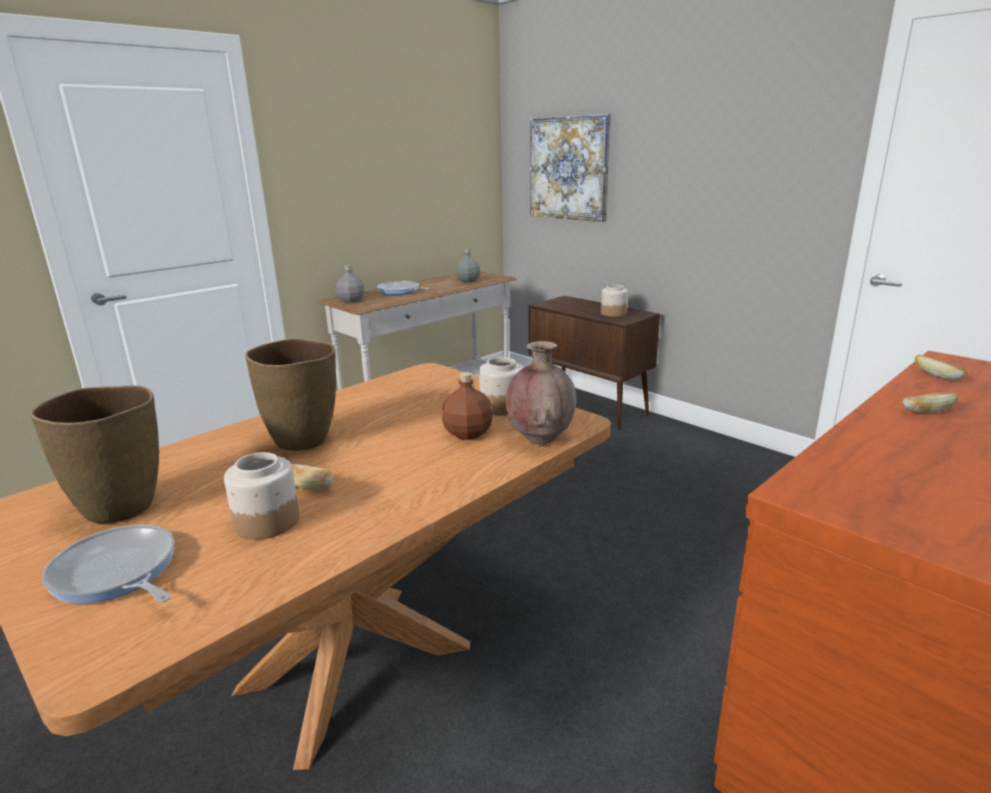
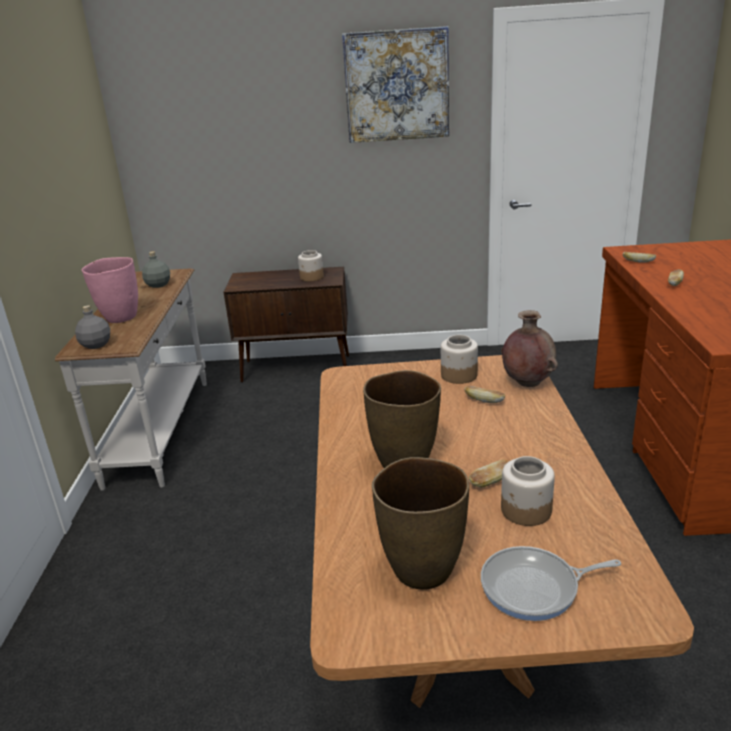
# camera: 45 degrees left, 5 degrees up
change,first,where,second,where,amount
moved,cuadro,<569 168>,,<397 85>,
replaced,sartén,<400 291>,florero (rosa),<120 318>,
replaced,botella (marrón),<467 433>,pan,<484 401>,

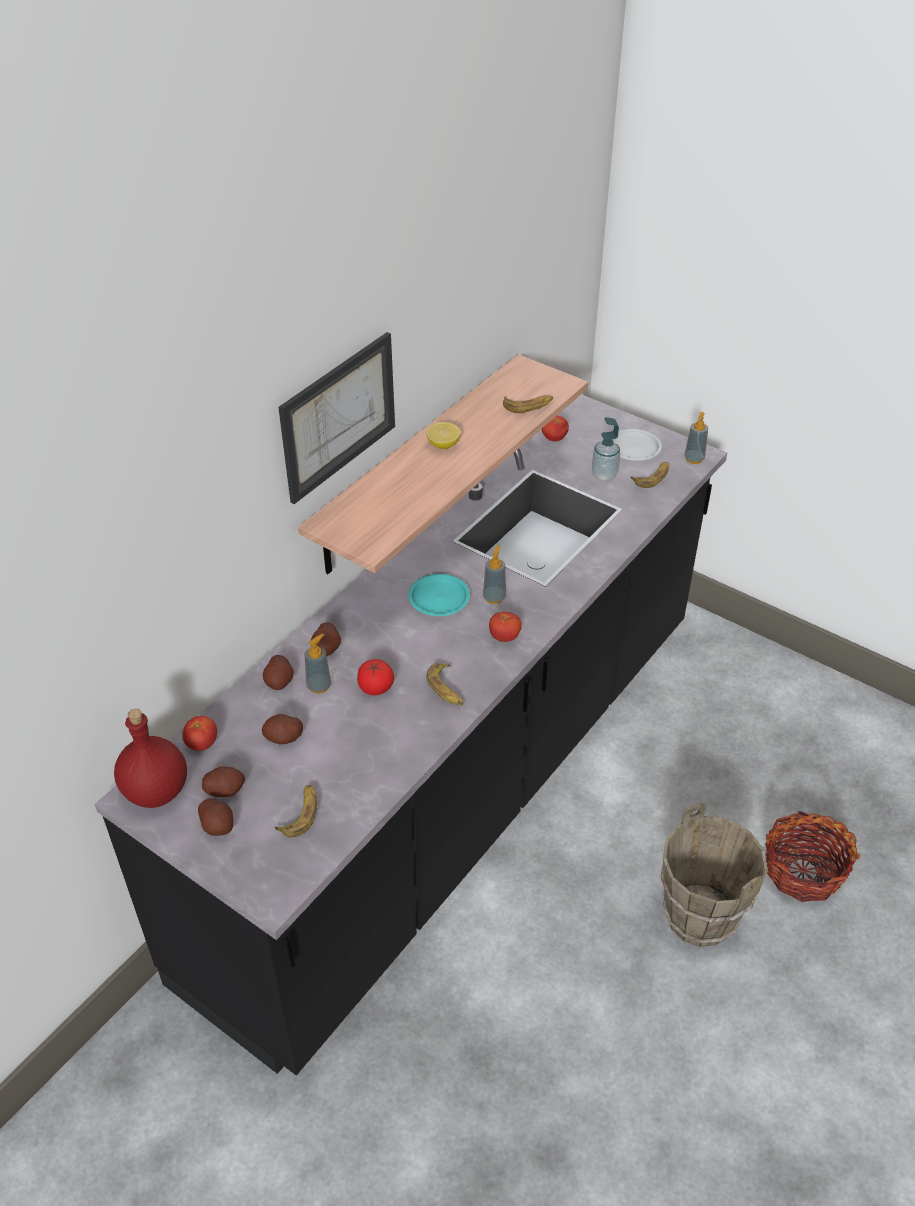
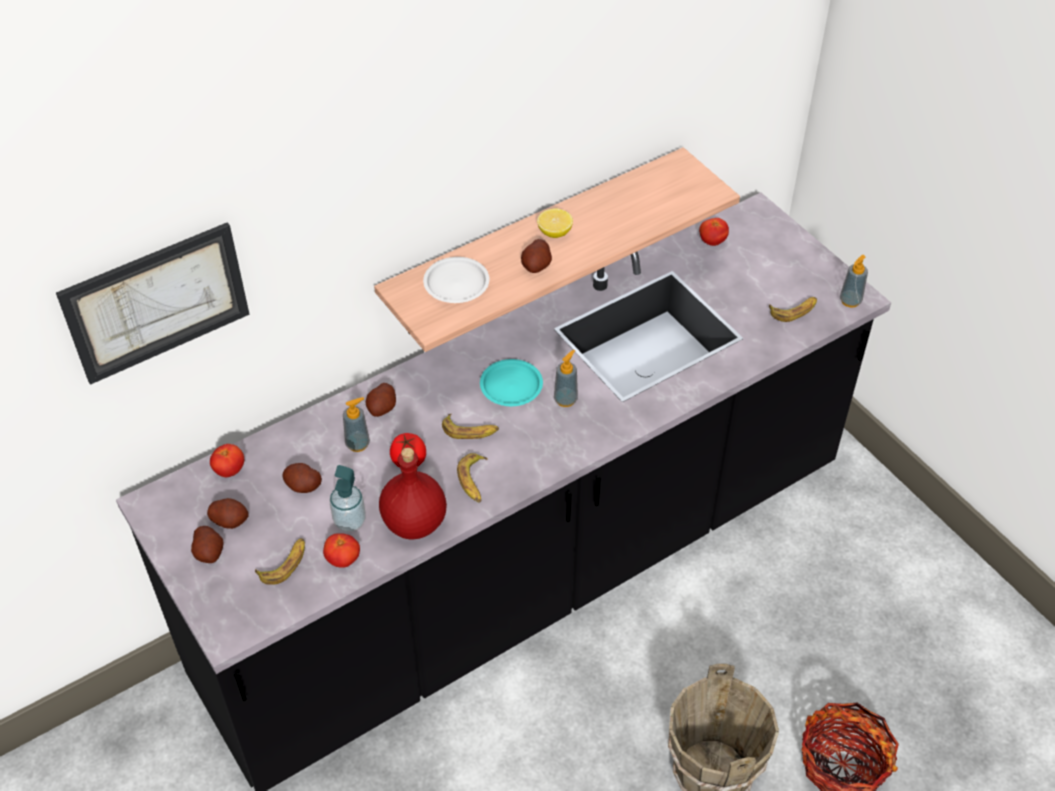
# camera: 20 degrees right, 5 degrees up
change,first,where,second,where,amount
moved,botella (rojo),<157 790>,,<415 523>,
moved,patata,<279 681>,,<536 265>,
moved,cuadro,<338 416>,,<156 302>,
moved,tomate,<504 637>,,<343 560>,
moved,plátano,<528 406>,,<470 431>,
moved,dispensador de jabón,<604 474>,,<350 521>,
moved,plato (blanco),<634 448>,,<456 284>,

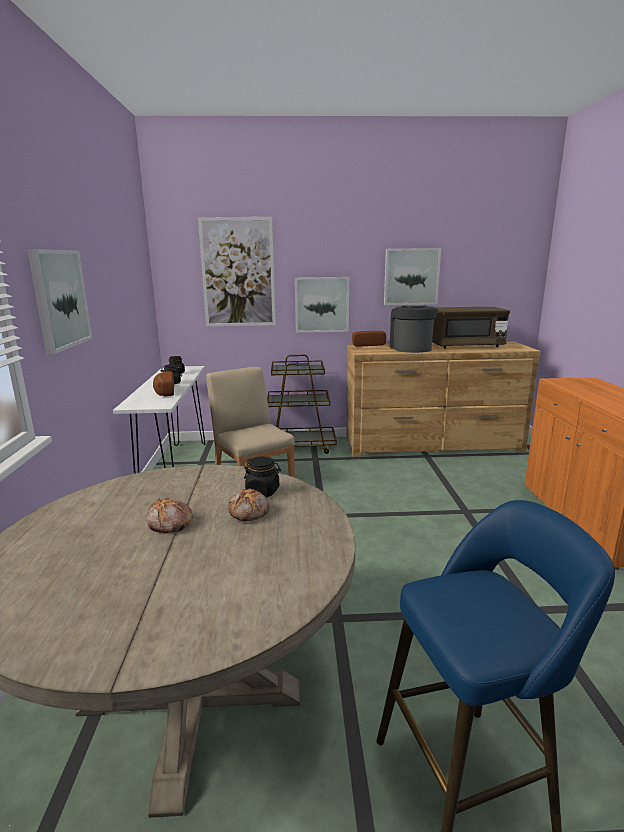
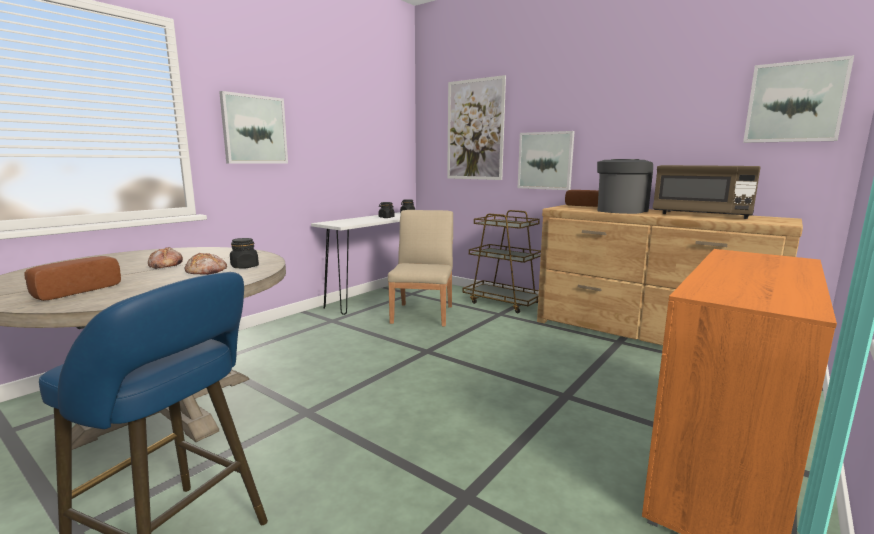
# camera: 40 degrees right, 5 degrees down
change,first,where,second,where,amount
moved,pan,<164 392>,,<74 291>,
moved,cuadro,<411 276>,,<794 102>,

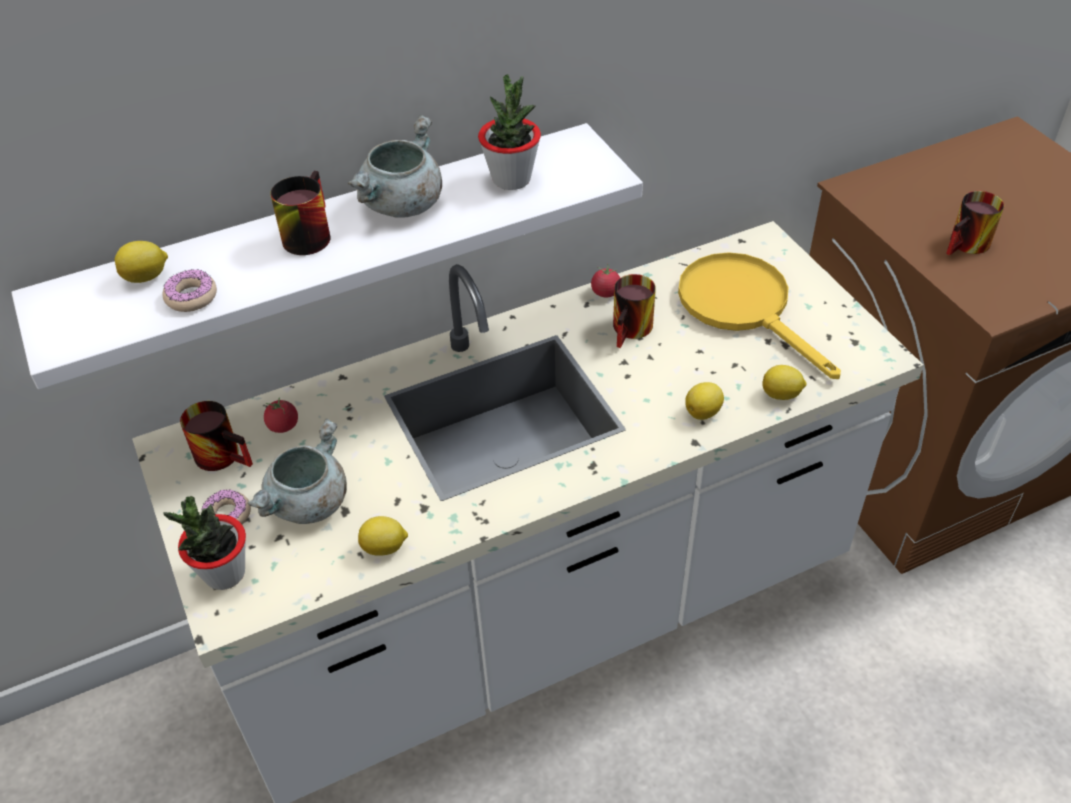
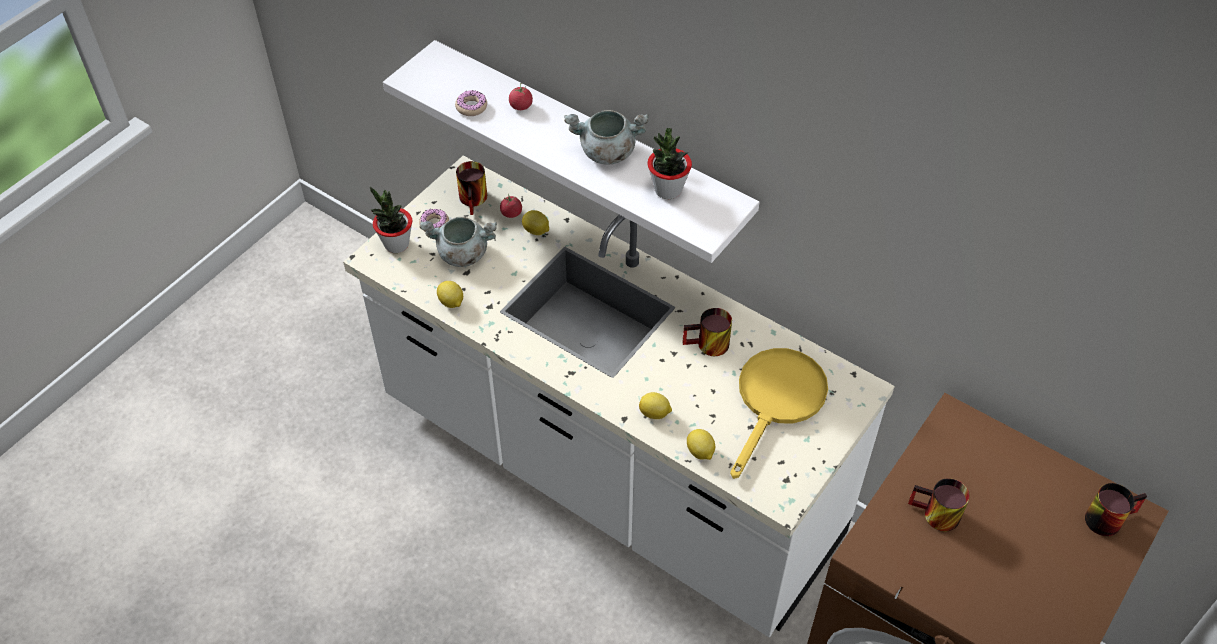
# camera: 60 degrees right, 5 degrees up
change,first,where,second,where,amount
moved,limón,<147 277>,,<536 231>,
moved,taza grande,<305 233>,,<1107 516>,
moved,tomate,<605 292>,,<521 106>,

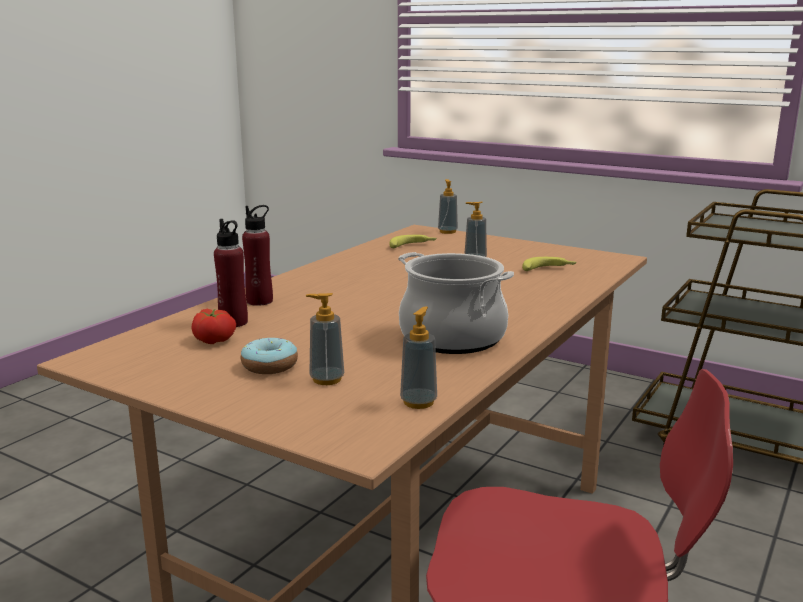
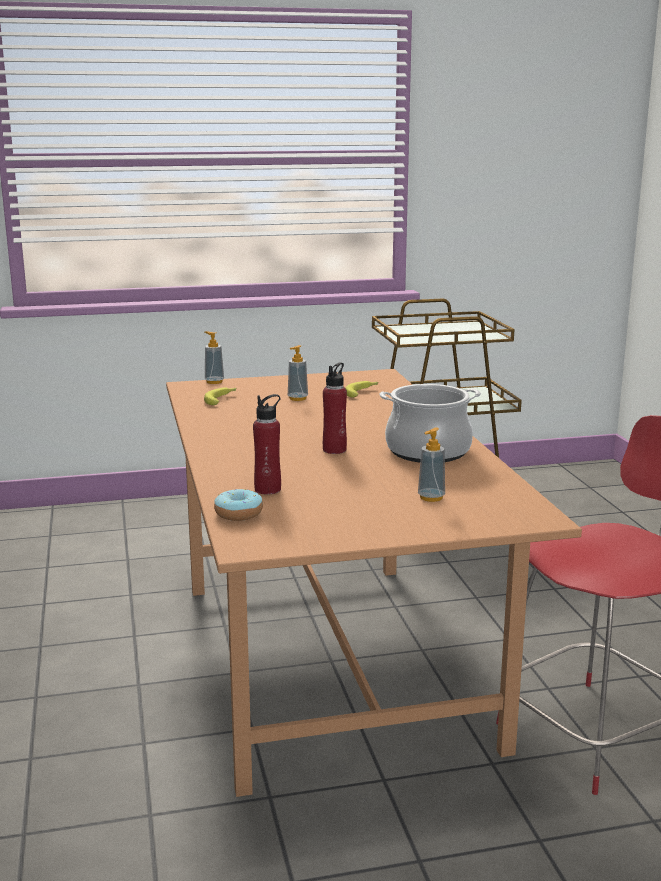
# camera: 45 degrees left, 0 degrees up
change,first,where,second,where,amount
removed,tomate,<214 340>,,,
removed,dispensador de jabón,<418 402>,,,
moved,rosquilla,<269 366>,,<238 514>,
moved,botella (rojo),<259 301>,,<334 450>,

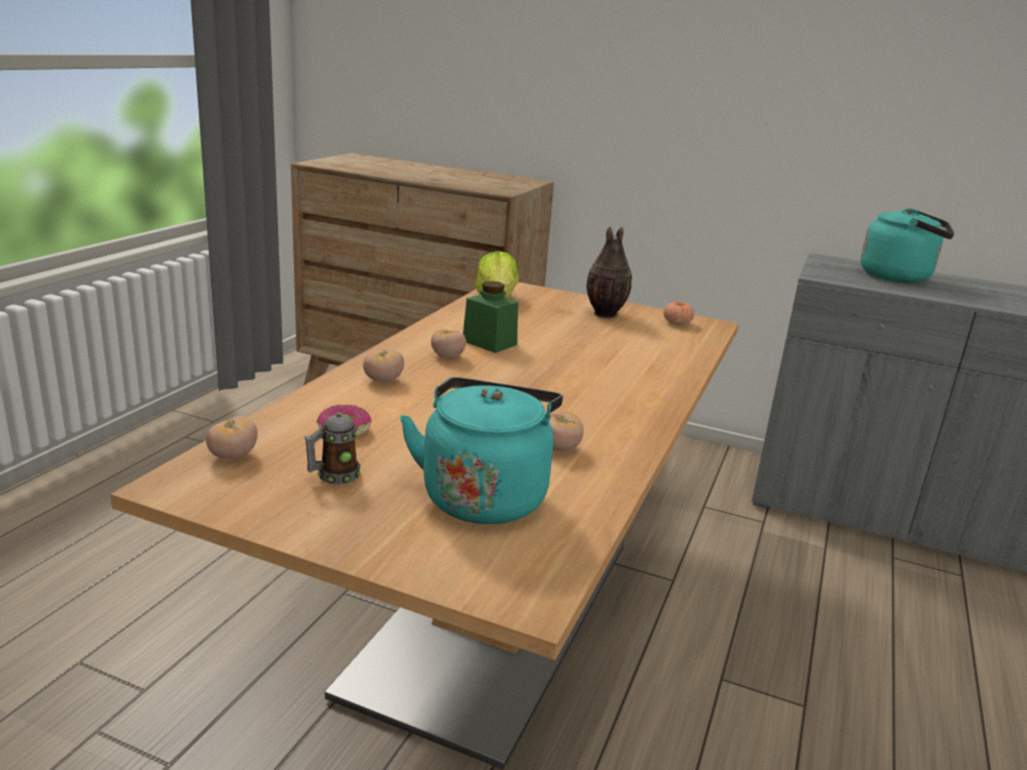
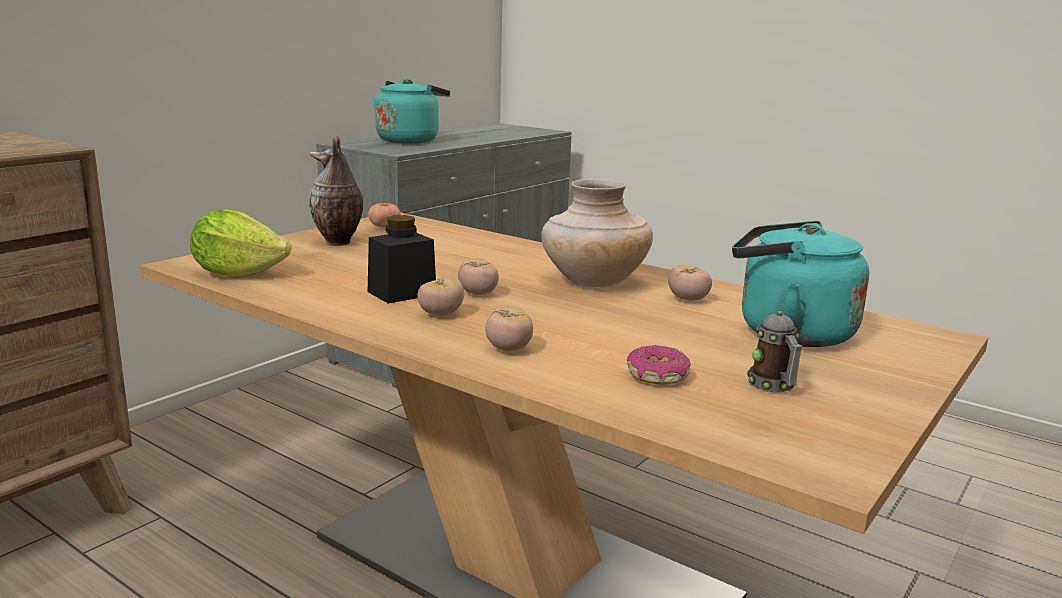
# camera: 75 degrees left, 5 degrees down
change,first,where,second,where,amount
added,,,florero (beis),<593 282>,
moved,tomate,<233 456>,,<478 294>,
recoloured,tarro (verde),<489 343>,tarro (negro),<402 293>,

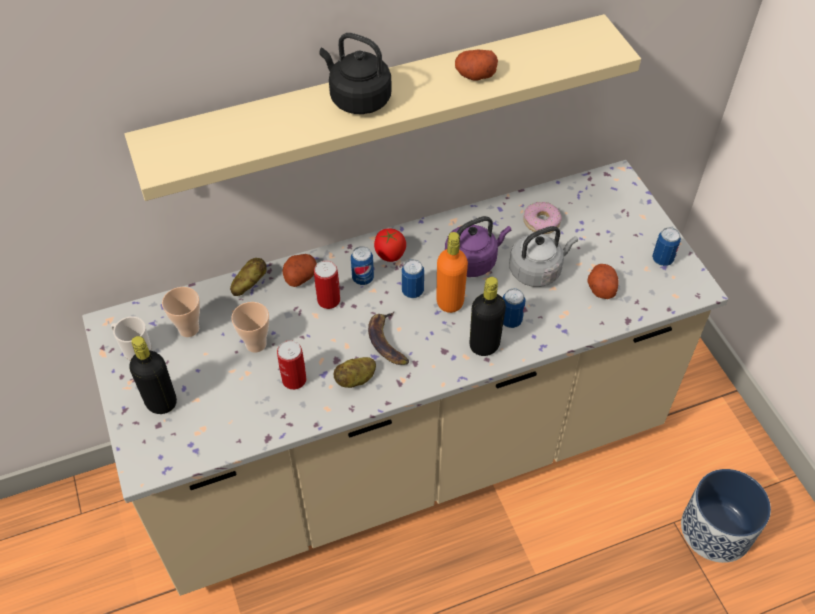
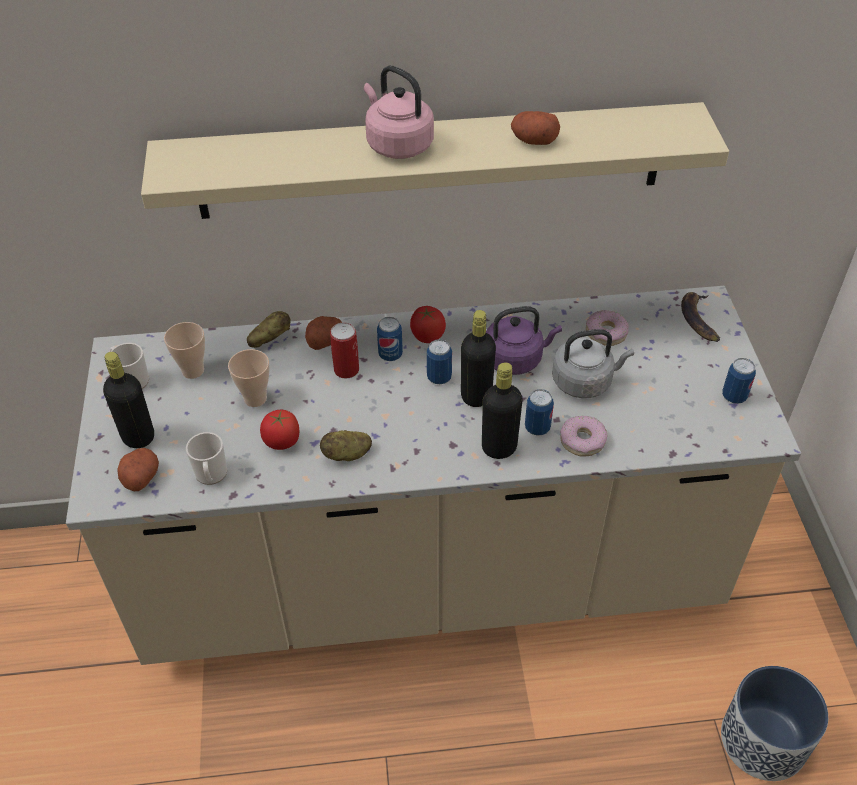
# camera: 15 degrees right, 5 degrees down
change,first,where,second,where,amount
added,,,taza grande,<211 475>,
added,,,rosquilla,<582 440>,
moved,plátano,<387 341>,,<698 319>,
moved,patata,<601 287>,,<140 476>,
replaced,lata,<294 379>,tomate,<281 442>,
recoloured,hervidor (negro),<357 99>,hervidor (rosa),<397 144>,
recoloured,botella (naranja),<450 302>,botella (negro),<476 396>,

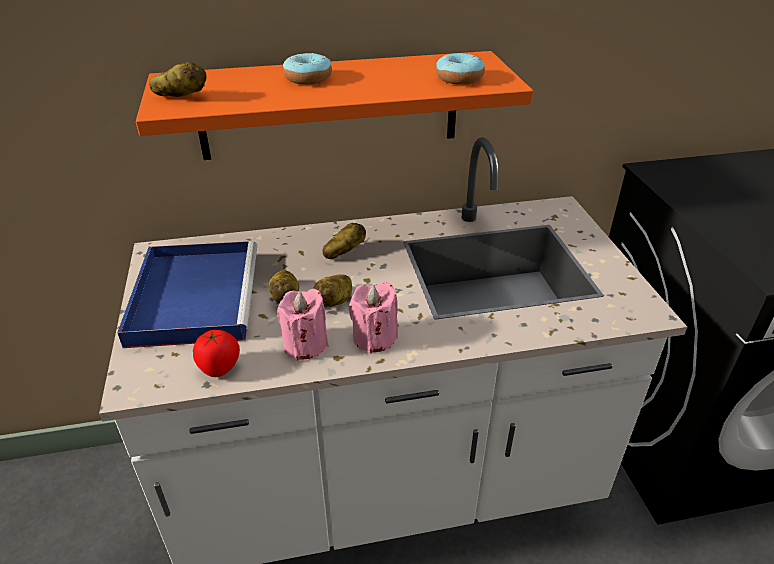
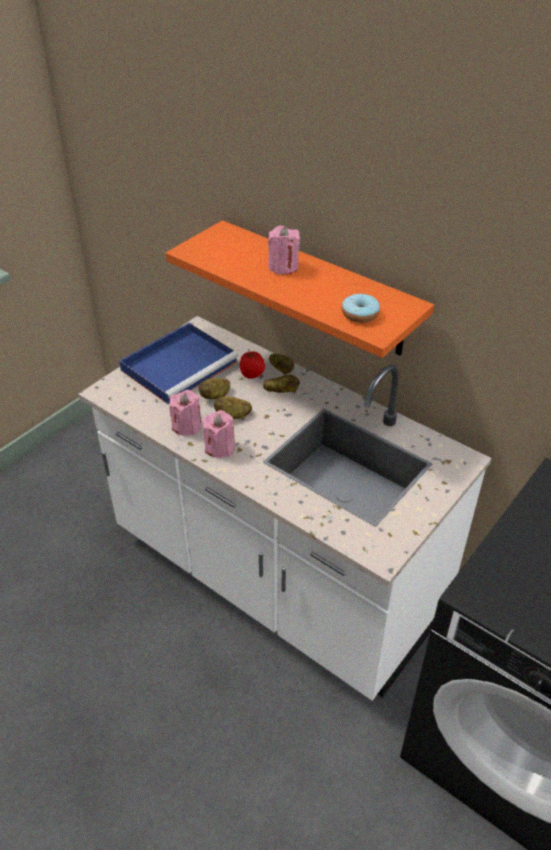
# camera: 50 degrees right, 5 degrees up
change,first,where,second,where,amount
moved,patata,<182 97>,,<281 370>,
moved,tomate,<220 368>,,<252 375>,
replaced,rosquilla,<308 78>,vela (rosa),<283 267>,

